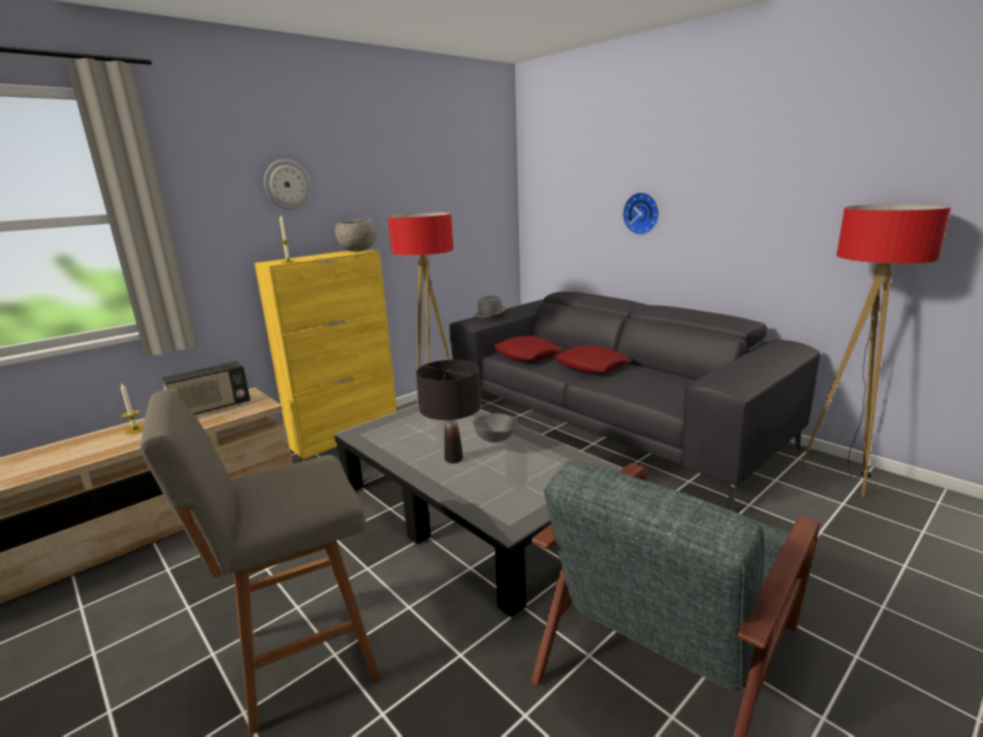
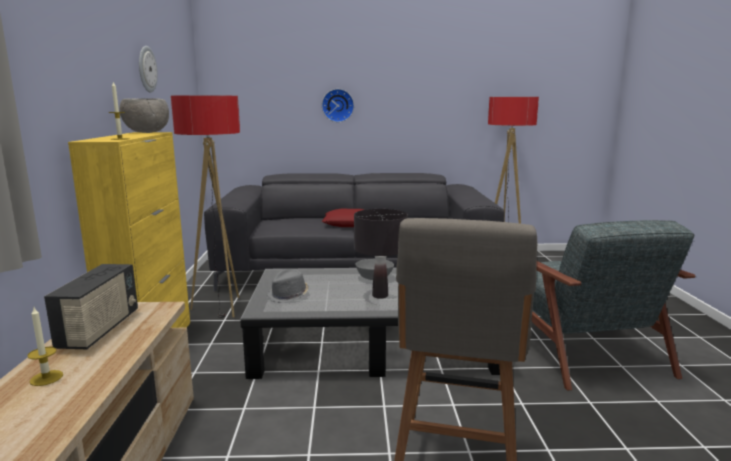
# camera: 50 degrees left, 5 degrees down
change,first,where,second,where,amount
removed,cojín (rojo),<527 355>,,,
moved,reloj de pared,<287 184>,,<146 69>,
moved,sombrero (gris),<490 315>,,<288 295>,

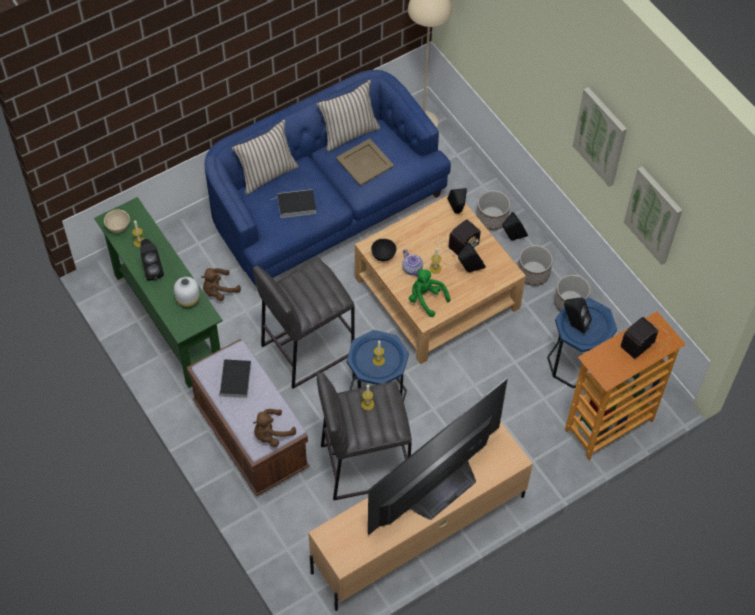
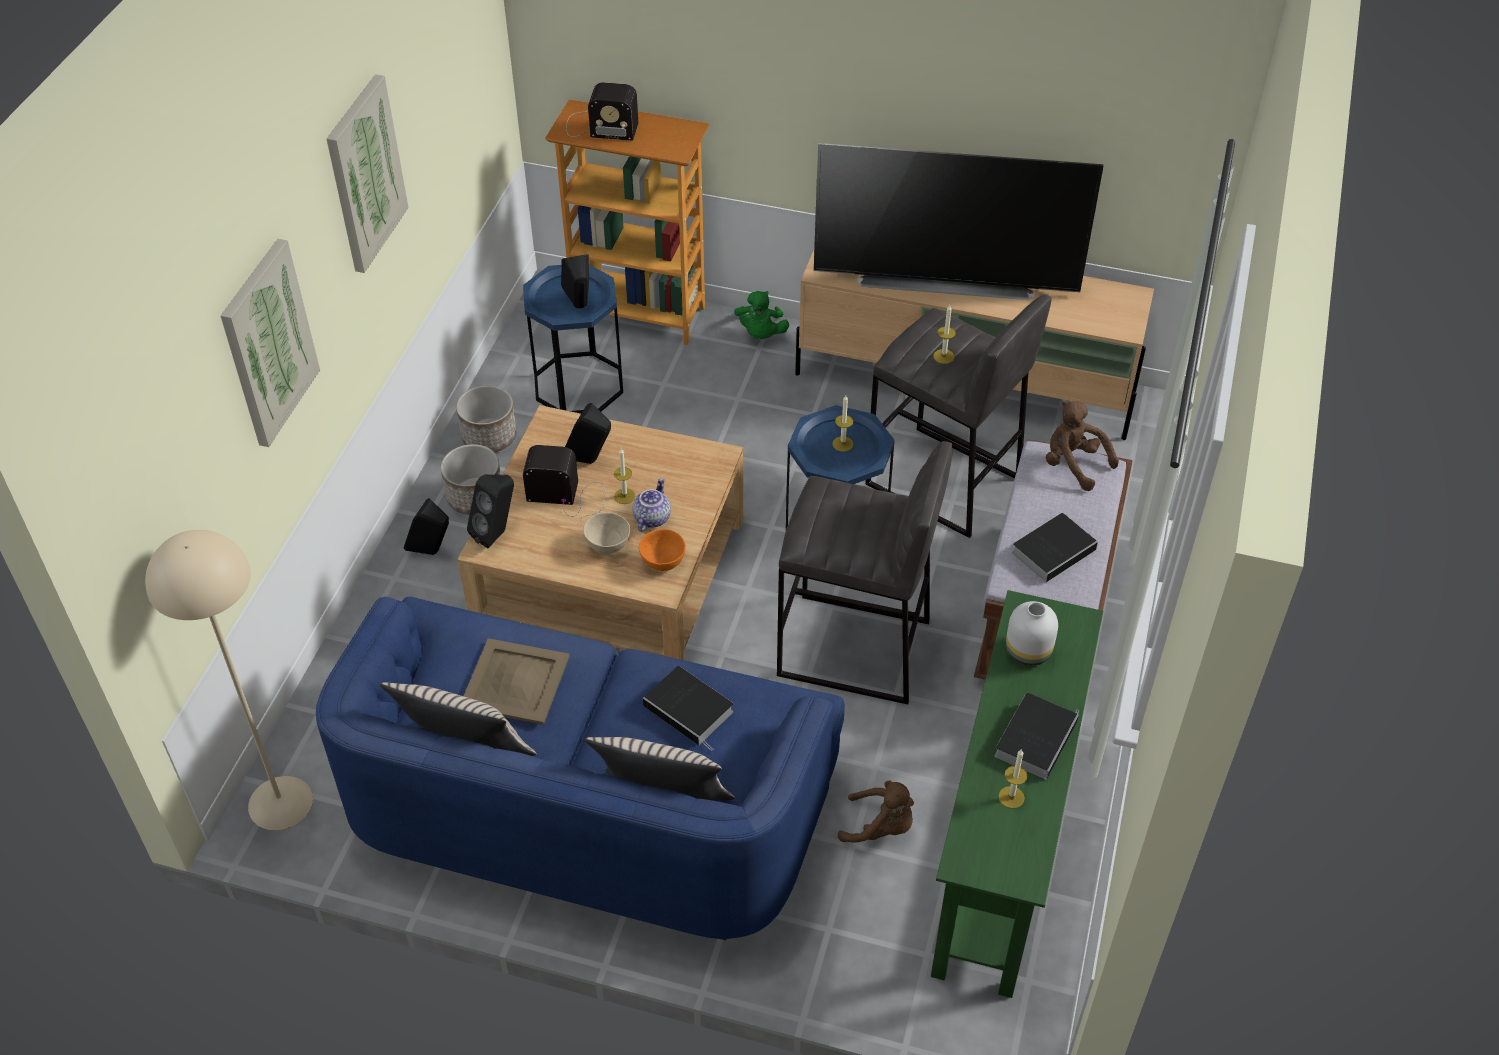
# camera: 130 degrees left, 10 degrees down
change,first,where,second,where,amount
removed,maceta,<492 218>,,,
moved,cuenco (beis),<118 227>,,<607 545>,
moved,peluche (verde),<426 299>,,<761 334>,
moved,cuadro,<654 215>,,<268 343>,
replaced,altavoz (negro),<152 270>,libro,<1036 737>,
recoloured,cuenco (negro),<383 256>,cuenco (naranja),<663 563>,
turned,peluche (marrón),<271 434>,,<1073 464>,150 degrees counterclockwise

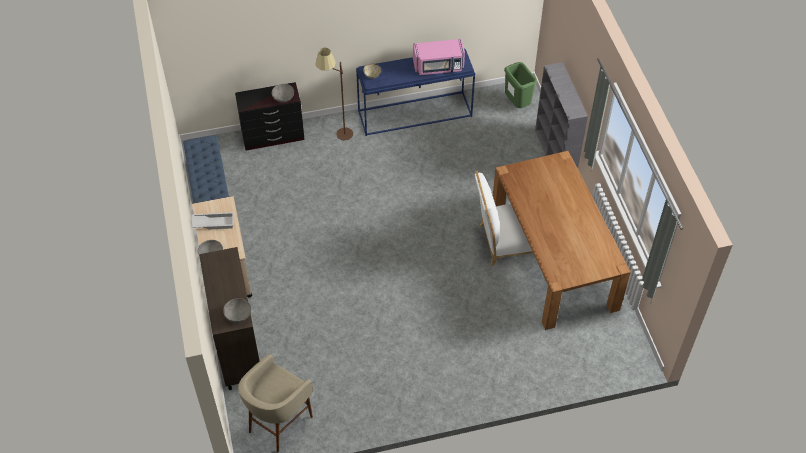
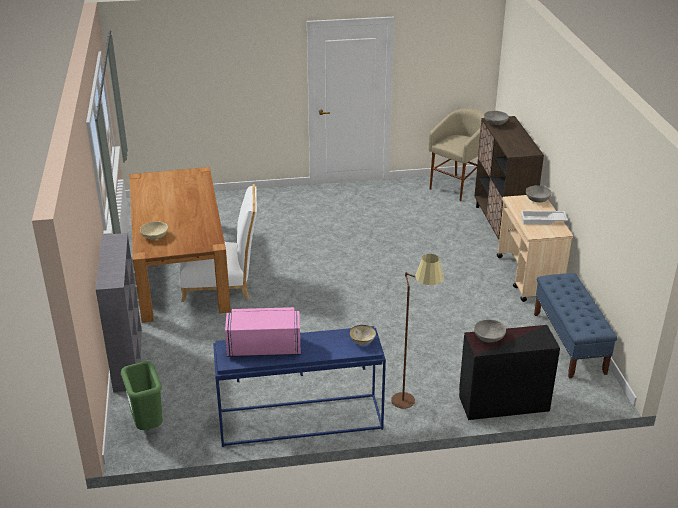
# camera: 175 degrees left, 20 degrees down
change,first,where,second,where,amount
added,,,cuenco (beis),<154 236>,

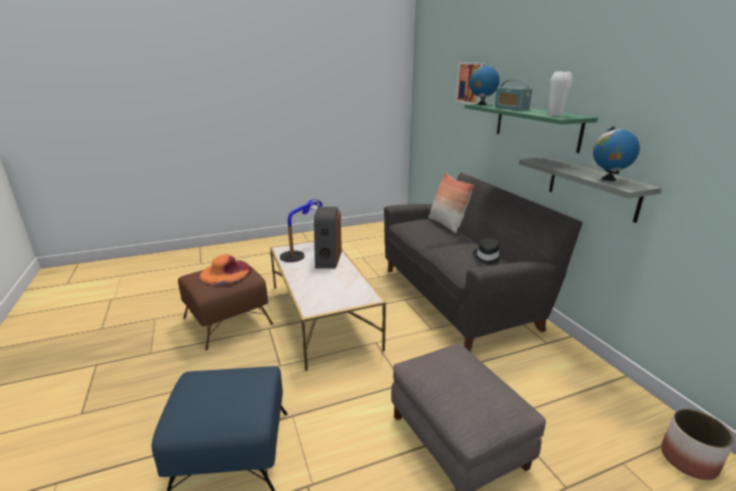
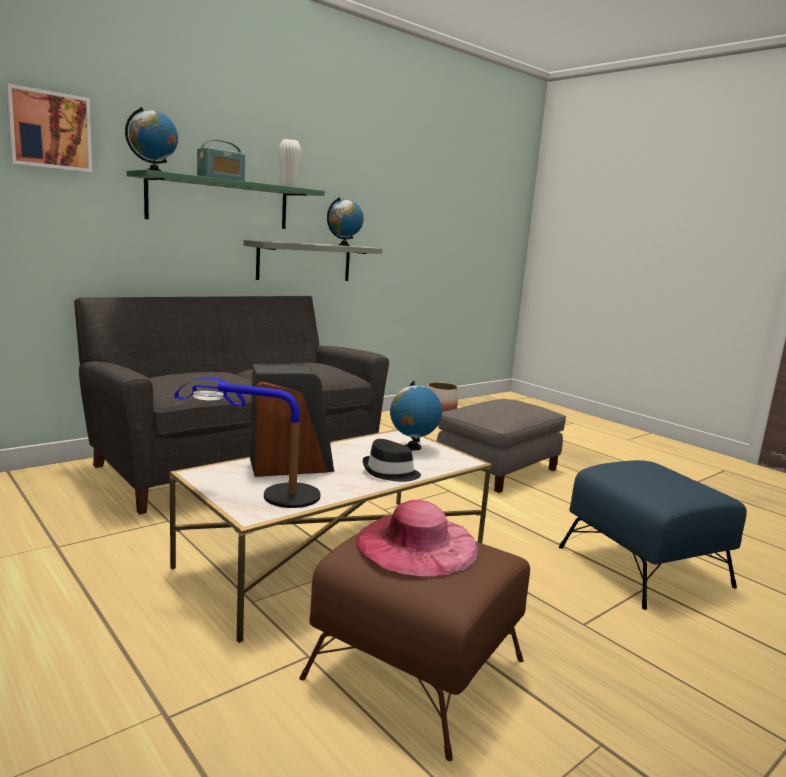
# camera: 110 degrees left, 10 degrees down
change,first,where,second,where,amount
removed,cojín,<446 225>,,,
added,,,globo terráqueo,<412 447>,
moved,sombrero (negro),<486 257>,,<390 472>,
recoloured,sombrero (naranja),<225 272>,sombrero (rosa),<417 544>,

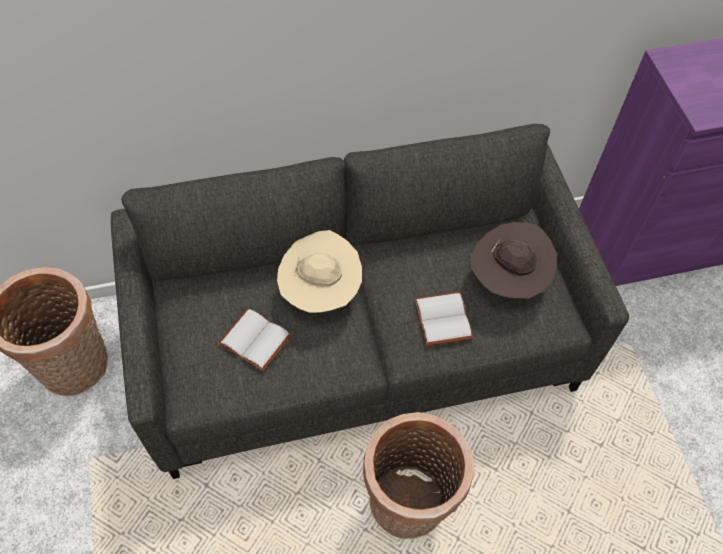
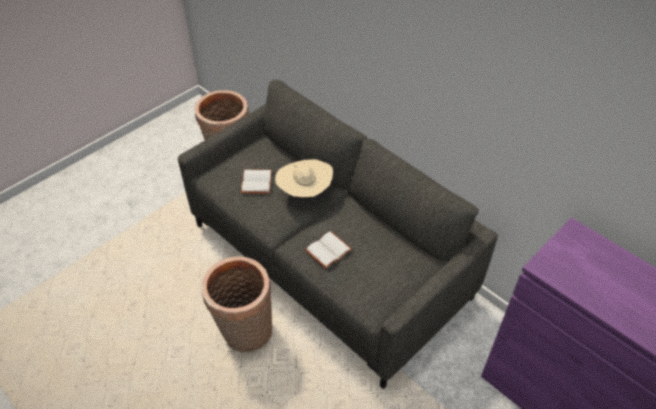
# camera: 60 degrees right, 10 degrees down
change,first,where,second,where,amount
removed,sombrero (marrón),<508 279>,,,

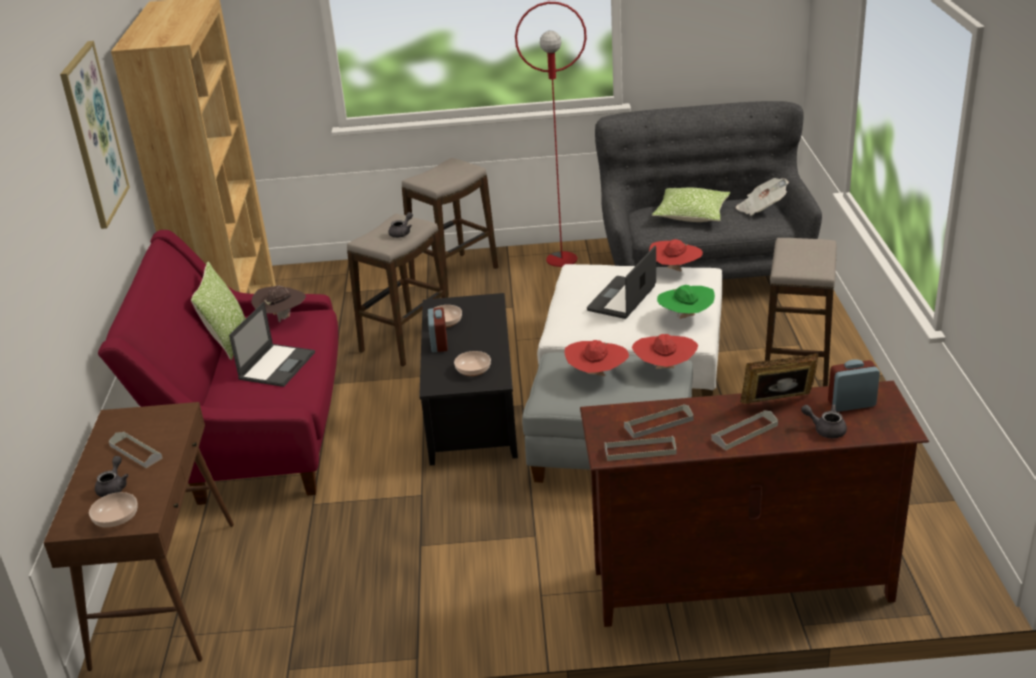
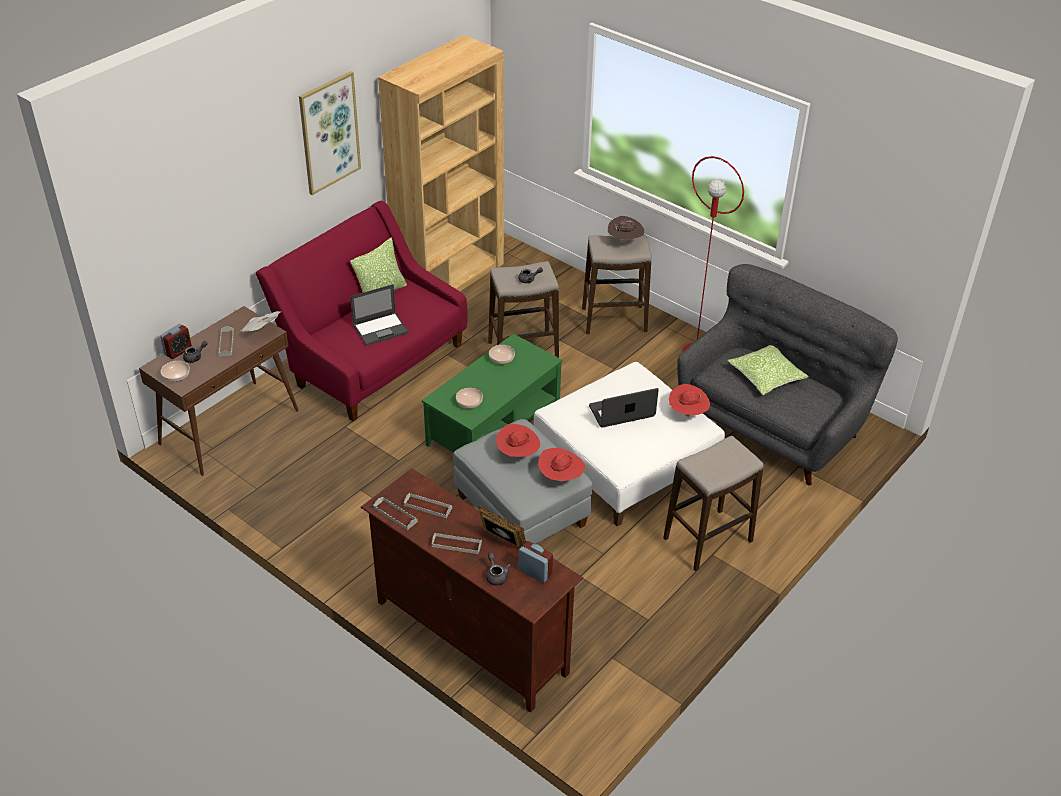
# camera: 40 degrees right, 10 degrees up
change,first,where,second,where,amount
removed,sombrero (verde),<685 318>,,,
moved,sombrero (marrón),<282 318>,,<625 242>,
moved,despertador,<439 344>,,<178 351>,
moved,periódico,<761 208>,,<261 330>,
recoloured,mesa de centro (negro),<470 409>,mesa de centro (verde),<493 424>,

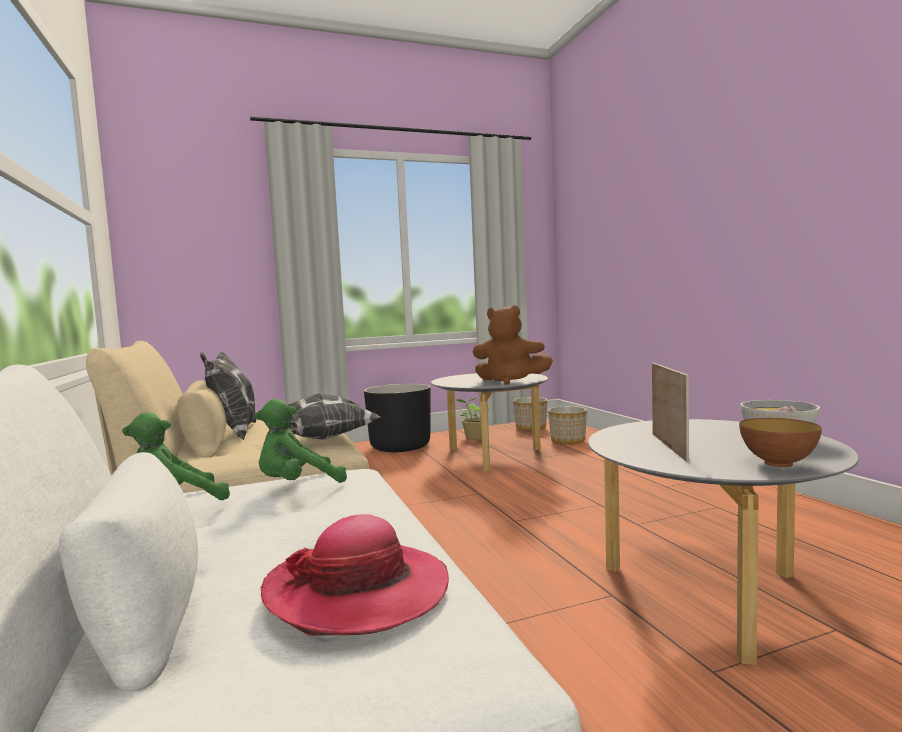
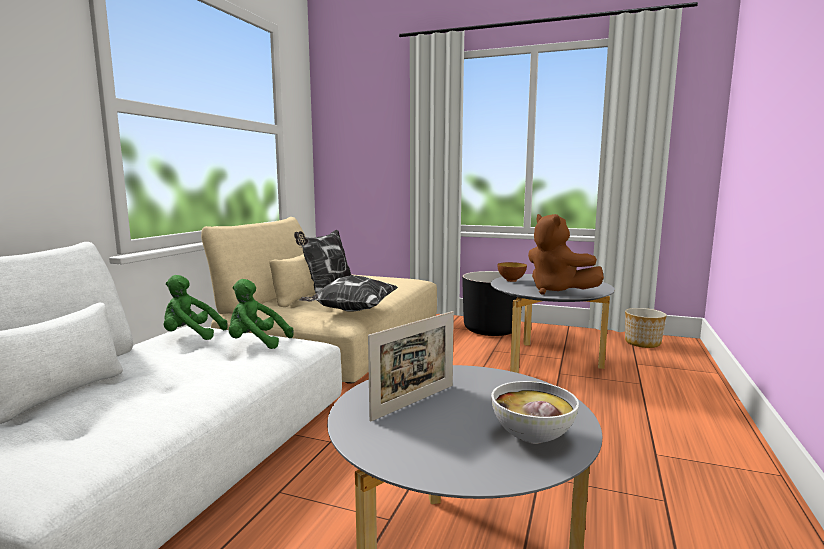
# camera: 40 degrees right, 5 degrees up
change,first,where,second,where,amount
removed,sombrero,<358 591>,,,
removed,planta en maceta,<473 438>,,,
removed,maceta,<568 441>,,,
moved,cuenco,<778 463>,,<511 280>,

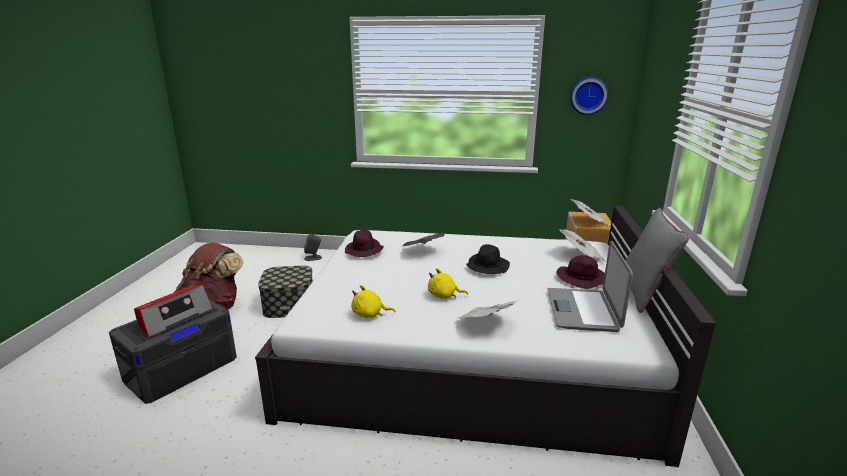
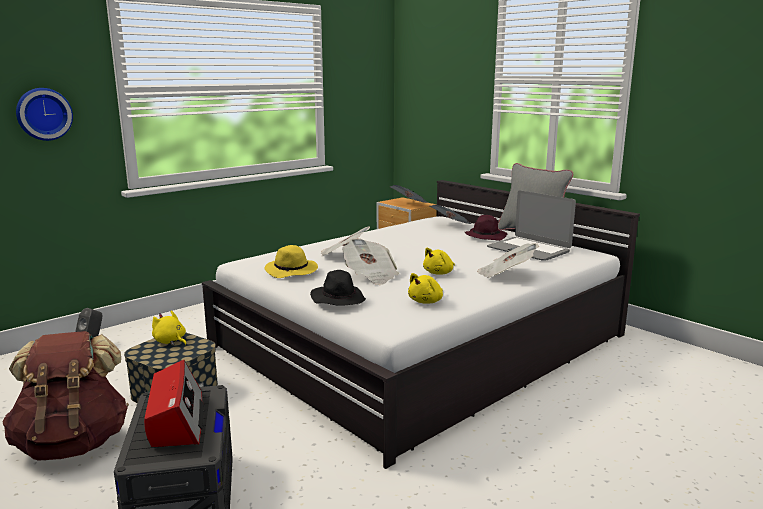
# camera: 50 degrees left, 5 degrees down
change,first,where,second,where,amount
added,,,peluche (amarillo),<170 341>,
added,,,periódico,<370 276>,
moved,sombrero (negro),<487 266>,,<338 299>,
moved,reloj de pared,<588 95>,,<43 114>,
recoloured,sombrero (morado),<364 251>,sombrero (amarillo),<292 271>,

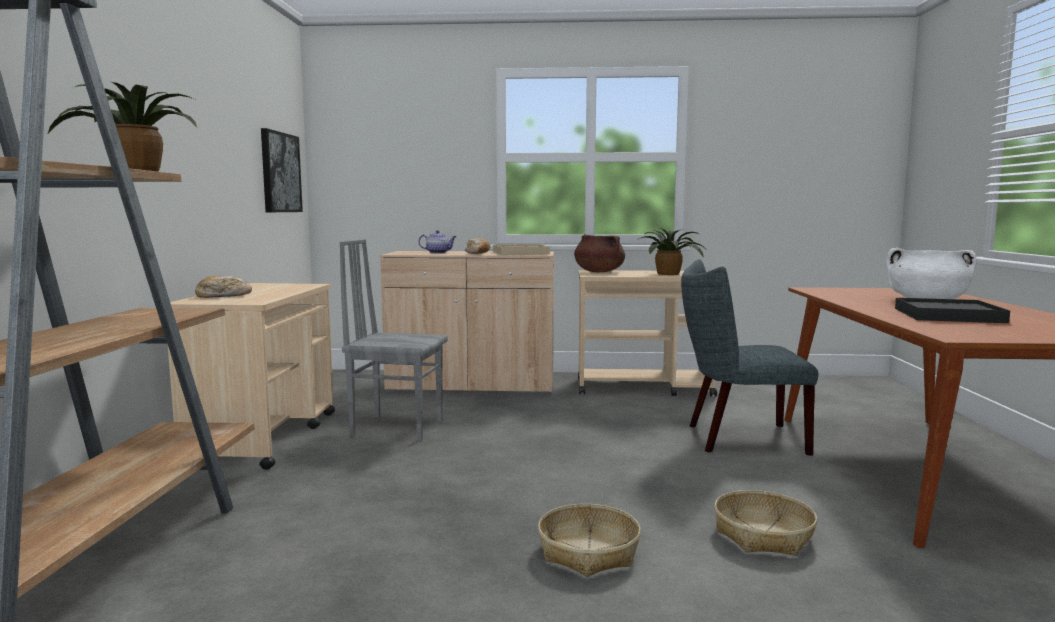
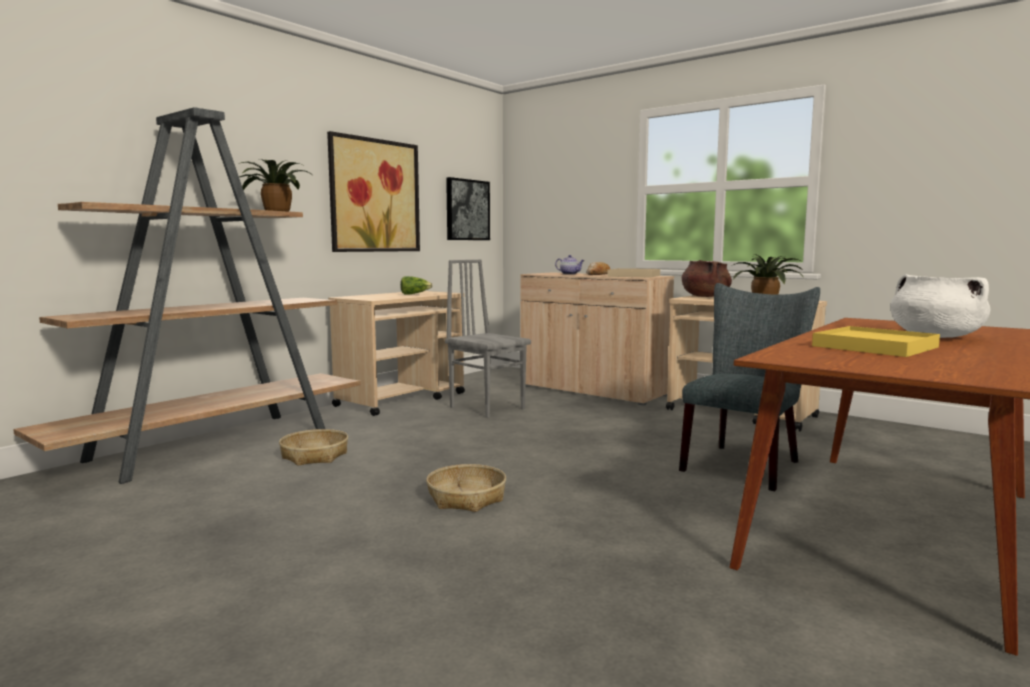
# camera: 35 degrees right, 0 degrees up
change,first,where,second,where,amount
removed,pan,<223 296>,,,
added,,,cuadro,<374 196>,
added,,,lechuga,<414 294>,
moved,cesta,<762 535>,,<314 456>,
recoloured,bandeja (negro),<948 315>,bandeja (amarillo),<875 347>,
turned,silla (gris),<738 438>,,<744 464>,90 degrees clockwise

